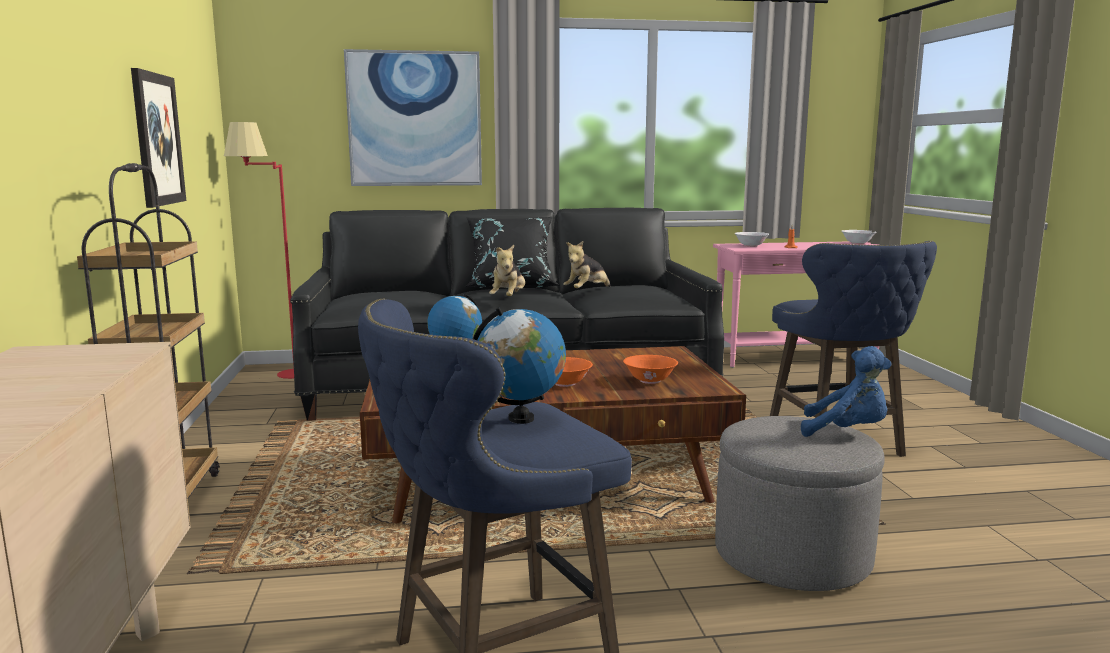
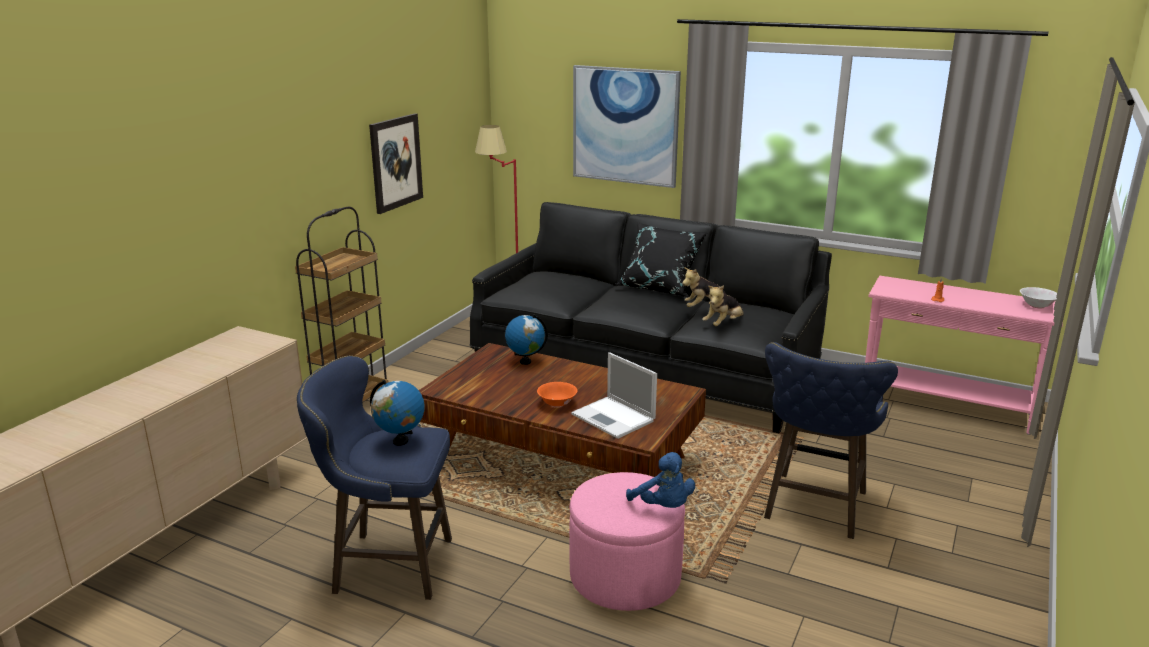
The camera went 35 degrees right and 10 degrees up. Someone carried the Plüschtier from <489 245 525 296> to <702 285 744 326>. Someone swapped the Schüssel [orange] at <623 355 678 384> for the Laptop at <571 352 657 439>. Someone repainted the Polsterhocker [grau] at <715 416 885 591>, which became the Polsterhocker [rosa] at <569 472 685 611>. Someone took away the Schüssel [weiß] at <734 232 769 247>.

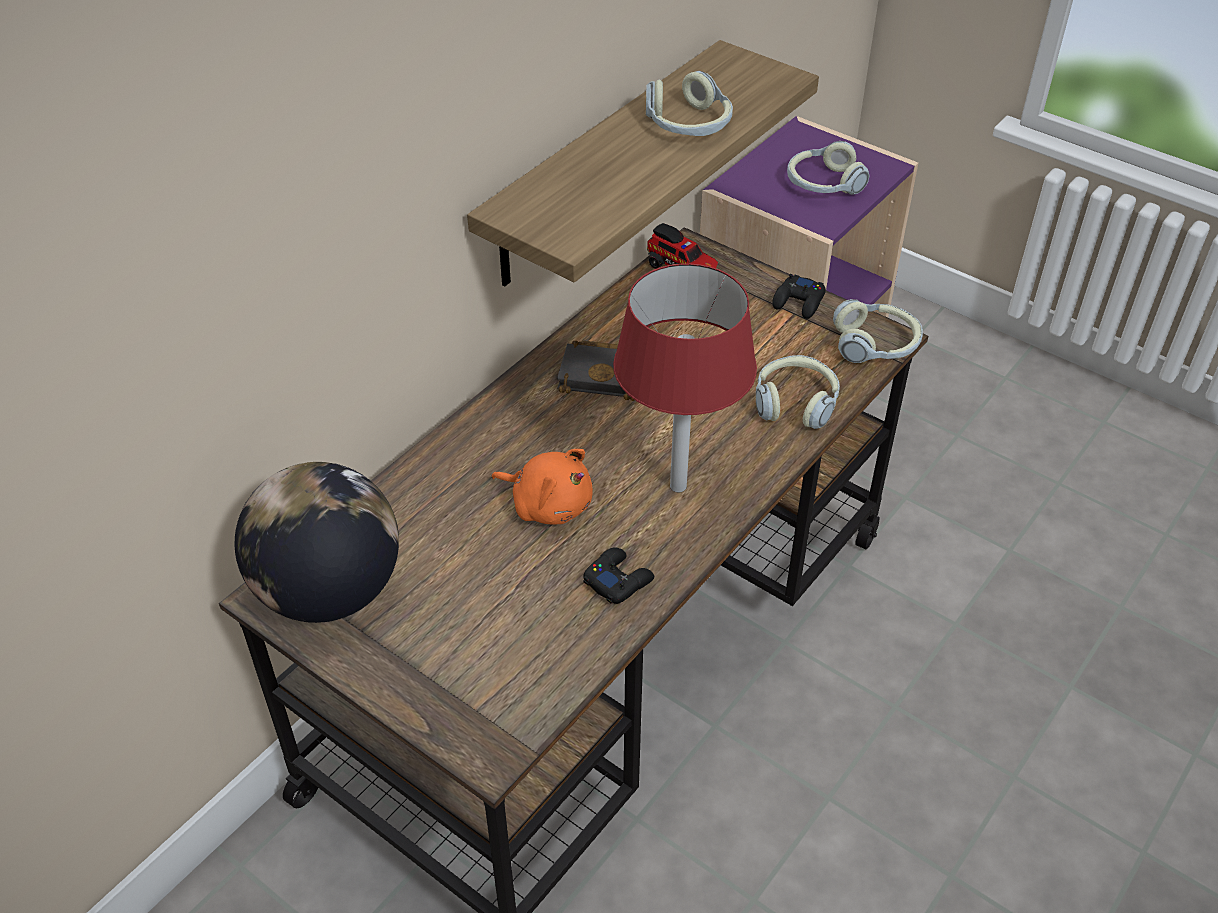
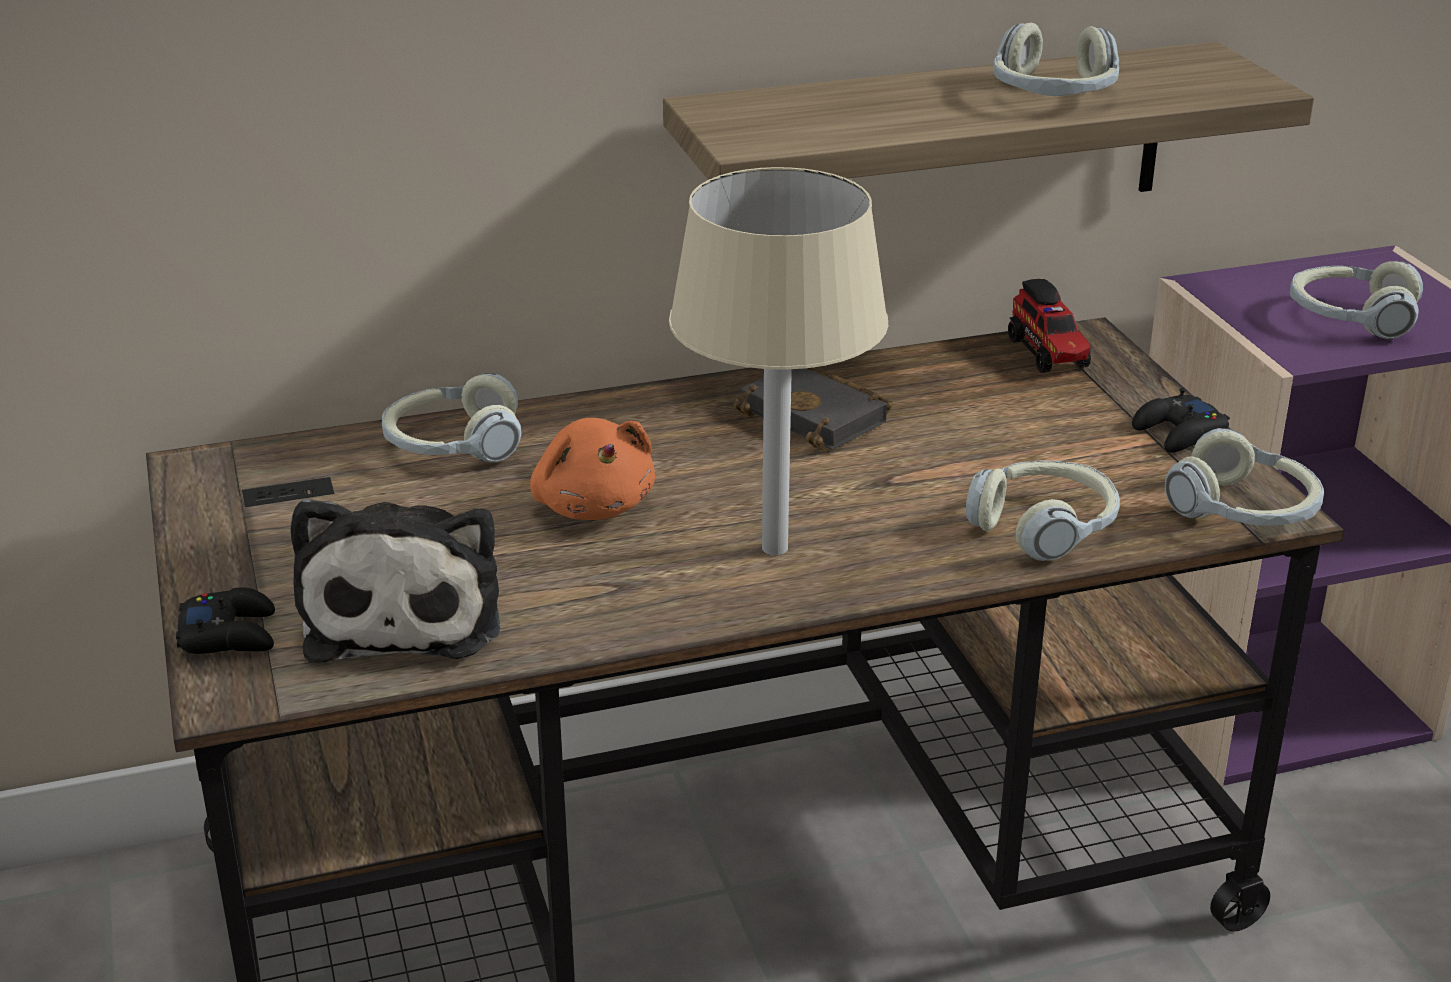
The camera went 35 degrees right and 15 degrees down. Someone took away the Globus at <235 462 399 623>. Someone carried the Gamepad [schwarz] from <583 547 654 604> to <176 588 275 654>. Someone repainted the Tischlampe [rot] at <613 263 757 492>, which became the Tischlampe [beige] at <669 167 888 555>. Someone put down the Plüschtier at <290 498 501 662>. Someone put down the Kopfhörer at <382 373 522 462>.

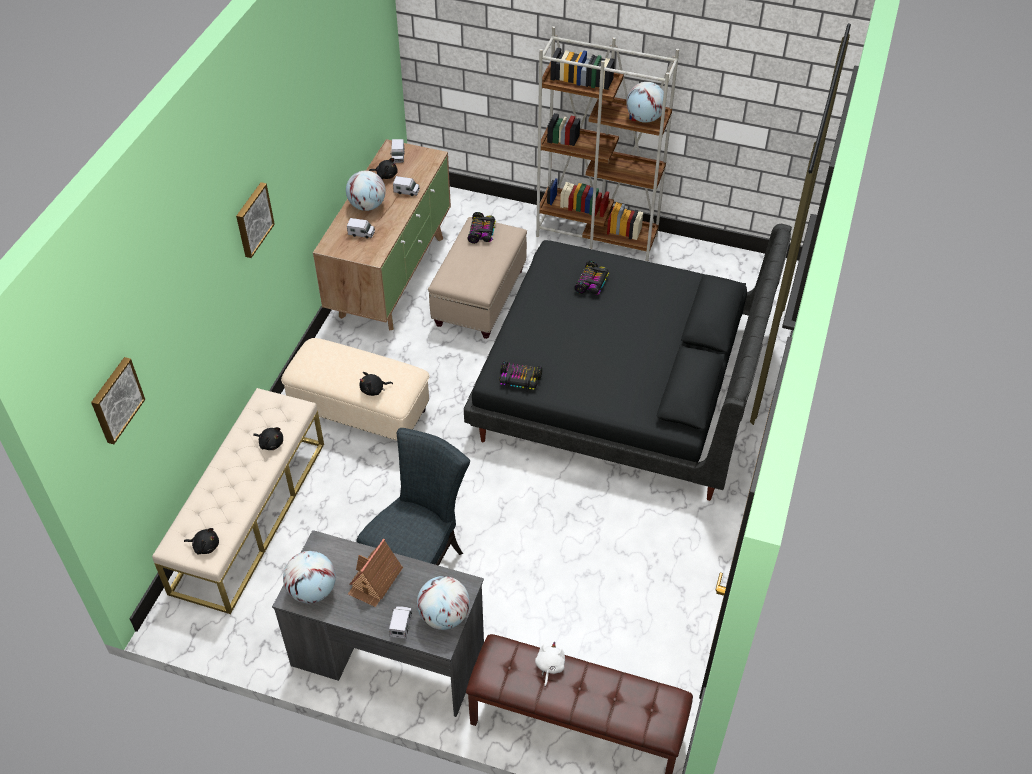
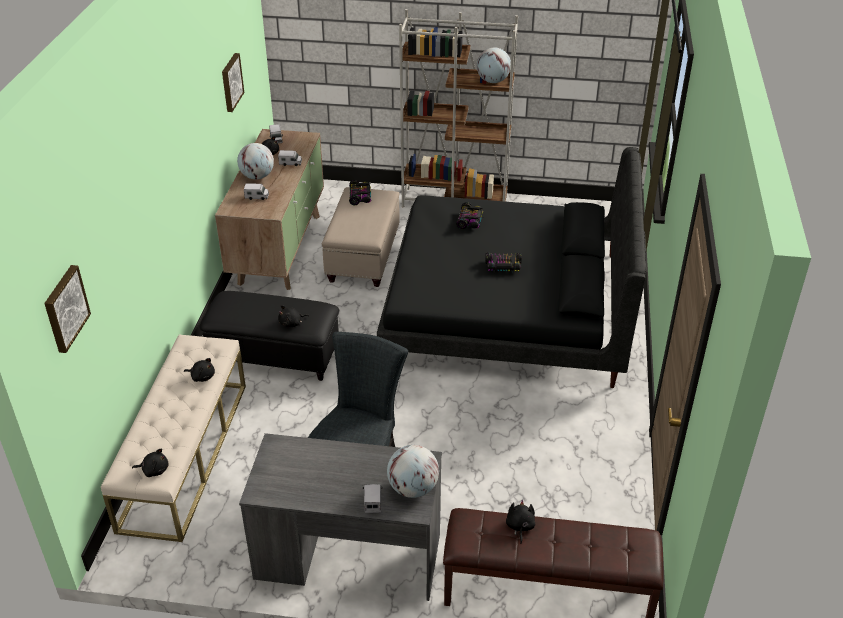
The camera went 10 degrees left and 10 degrees down. Someone carried the Bild from <236 182 275 258> to <222 53 244 112>. Someone repainted the Polsterhocker [beige] at <281 338 430 441>, which became the Polsterhocker [schwarz] at <199 291 339 381>. Someone took away the Globus at <283 551 336 603>. Someone took away the Spielzeughaus at <348 538 403 607>. Someone carried the Spielzeugauto from <499 361 542 391> to <485 252 522 275>. Someone repainted the Plüschtier [weiß] at <535 642 565 686>, which became the Plüschtier [schwarz] at <506 500 535 544>.

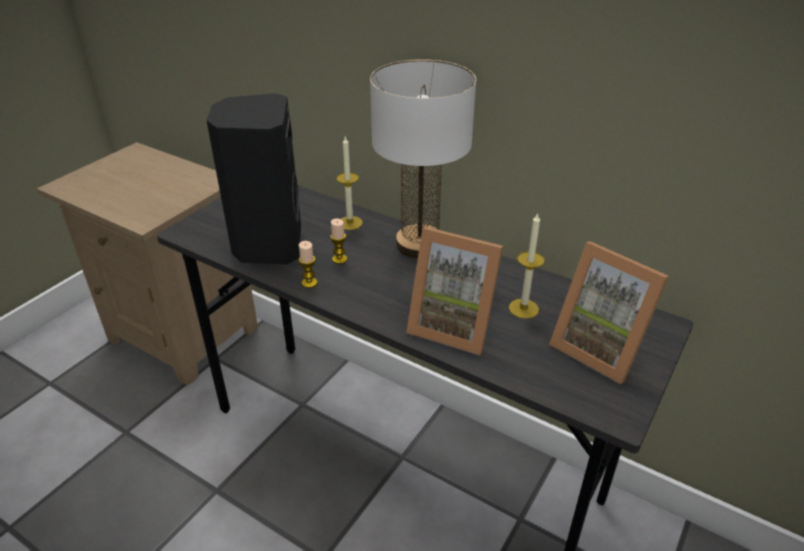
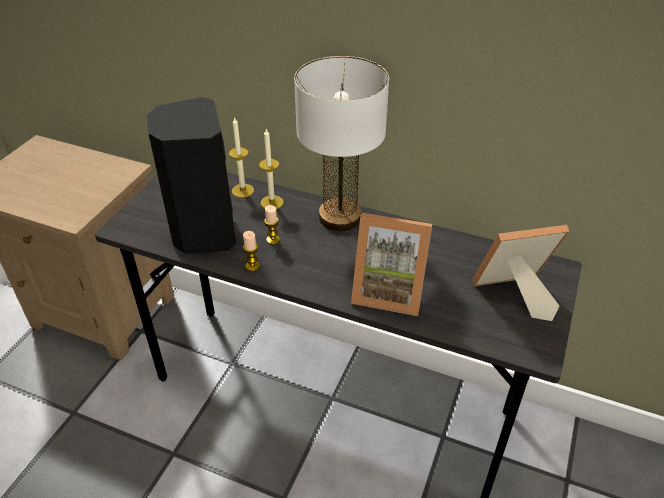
The camera went 10 degrees left and 5 degrees up. Someone carried the Kerze from <509 213 545 319> to <229 117 254 198>. Someone rotated the Bilderrahmen at <549 241 669 384> by 135 degrees clockwise.

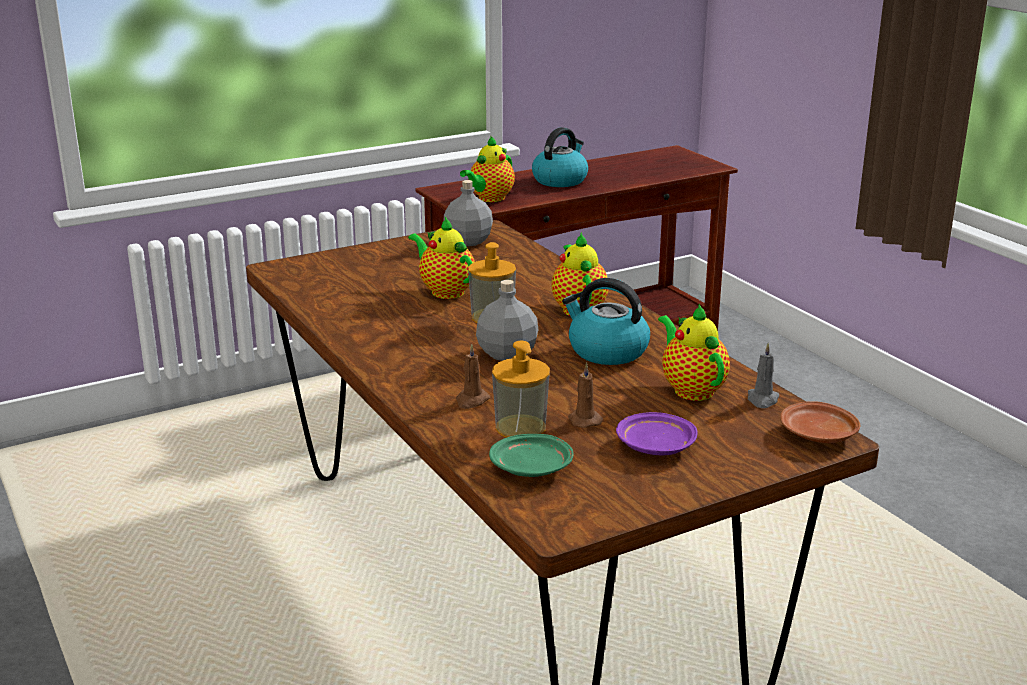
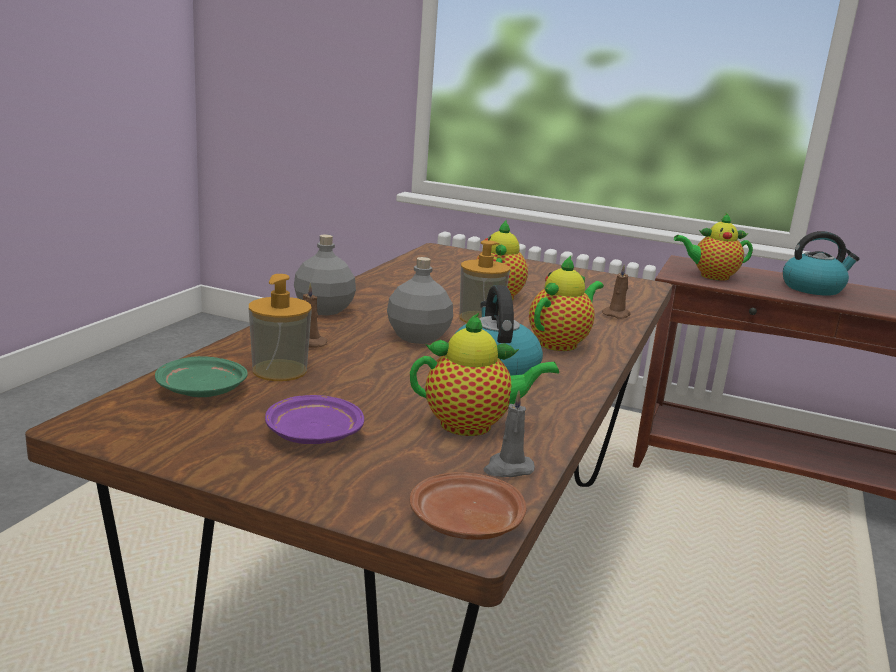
The camera went 50 degrees right and 5 degrees down. Someone carried the Flasche [grau] from <443 180 493 246> to <294 234 356 315>. Someone carried the Kerze [braun] from <568 363 603 428> to <602 264 631 319>. Someone rotated the Teekanne at <658 304 730 401> by 60 degrees clockwise.

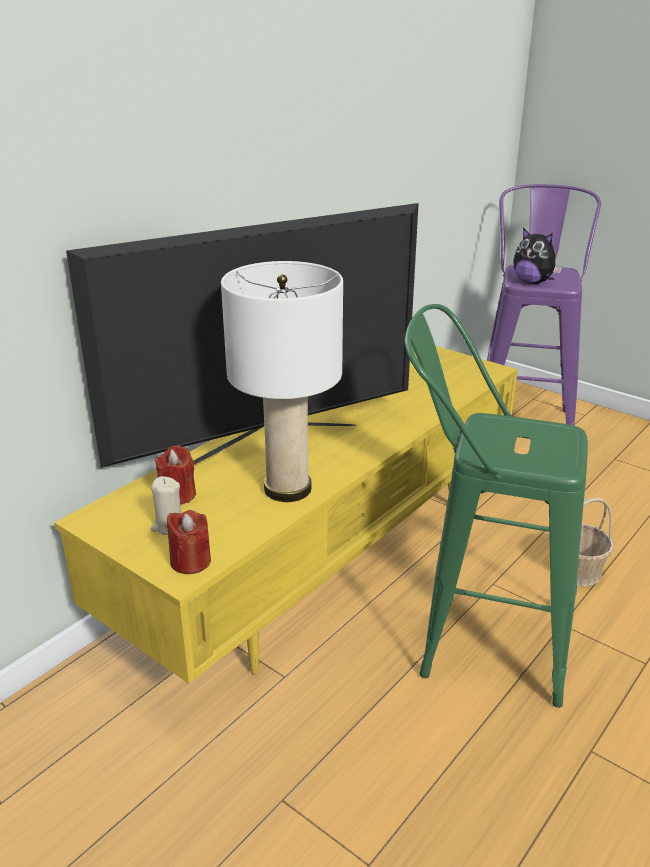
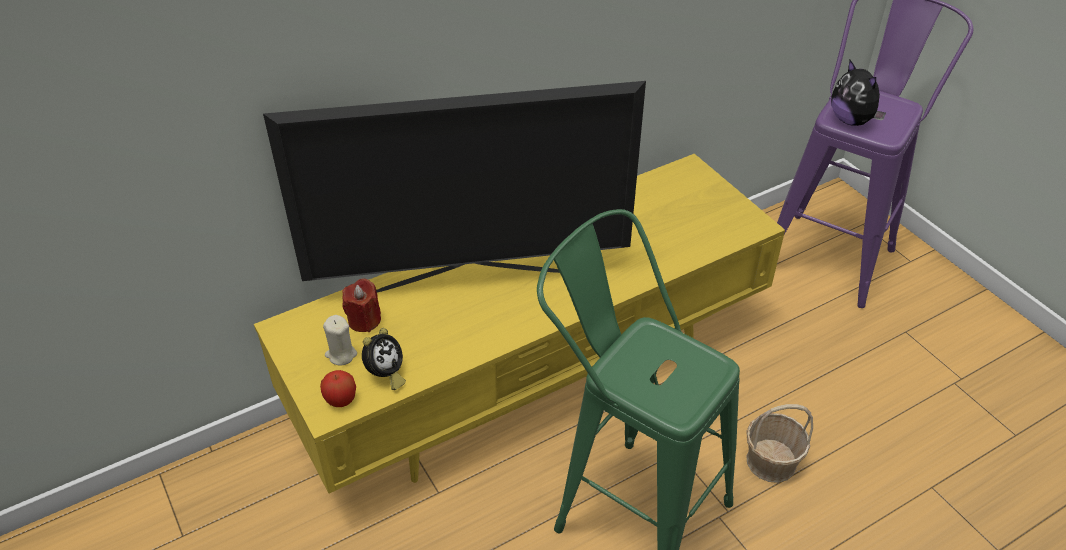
The camera went 20 degrees right and 15 degrees up. Someone swapped the Kerze [rot] at <167 510 211 574> for the Apfel at <320 370 356 407>. Someone took away the Tischlampe [weiß] at <221 261 343 502>. Someone put down the Wecker at <362 328 406 390>.

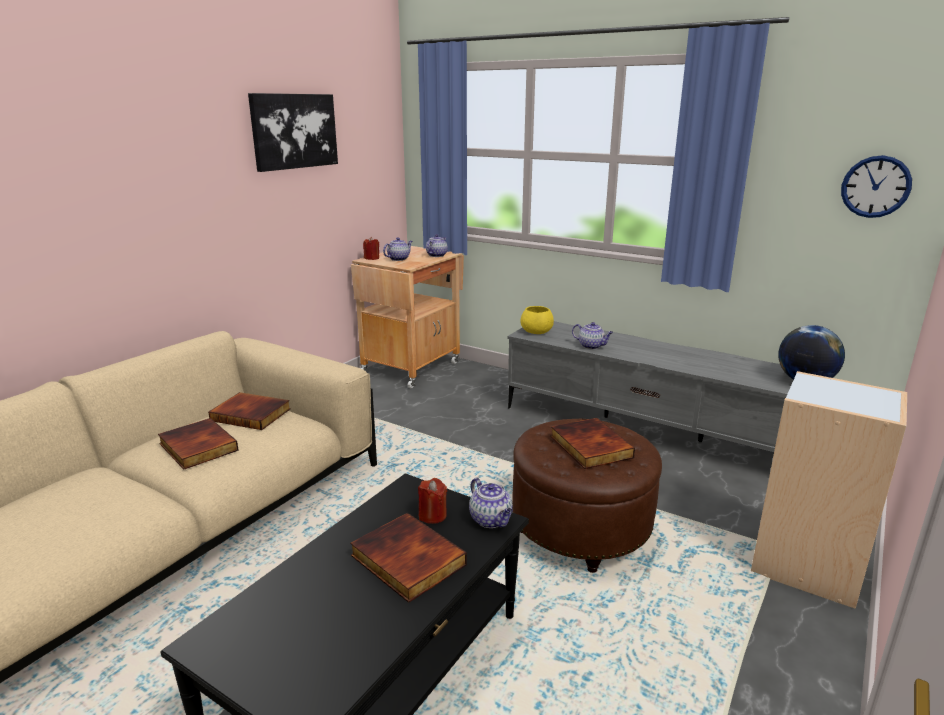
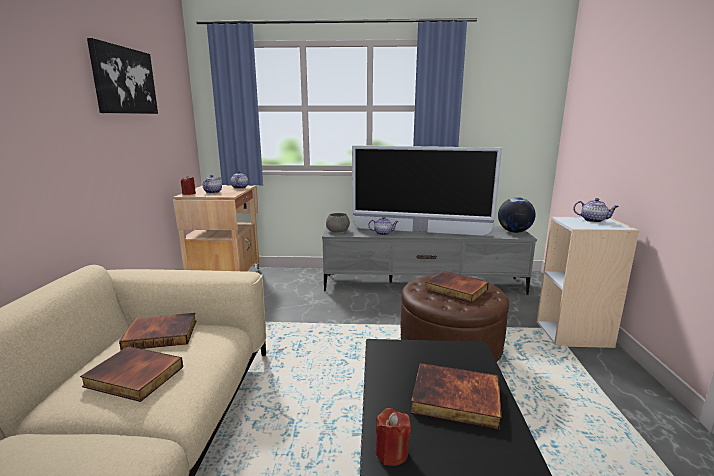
The camera went 30 degrees left and 5 degrees down. Someone carried the Kerze [rot] from <418 478 447 524> to <375 408 411 466>. Someone carried the Teekanne from <469 478 513 528> to <573 198 619 223>. Someone repainted the Schüssel [gelb] at <521 306 554 334>, which became the Schüssel [grau] at <326 213 350 233>. Someone took away the Wanduhr at <841 155 912 218>. Someone put down the Fernseher at <352 145 502 236>.

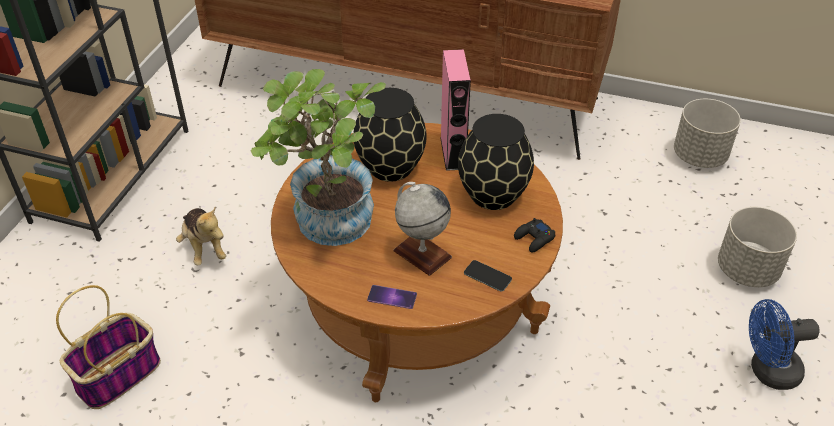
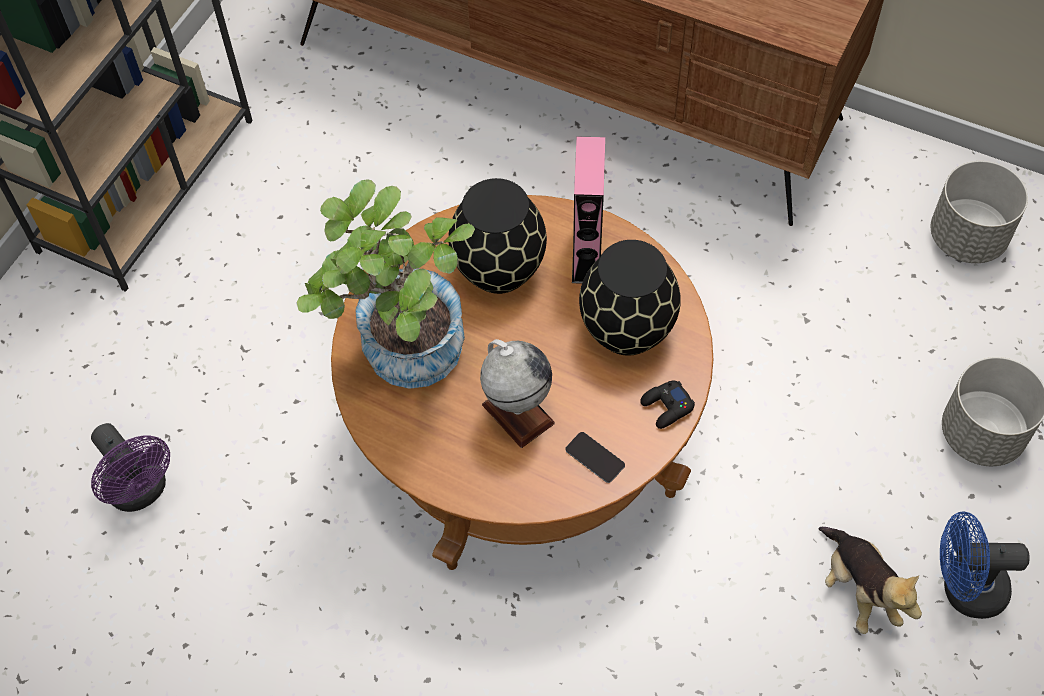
The camera went 10 degrees right and 15 degrees up. Someone swapped the Korb at <56 285 161 409> for the Ventilator [lila] at <91 423 170 512>. Someone carried the Plüschtier from <176 207 226 266> to <818 527 922 634>. Someone took away the Handy at <367 285 417 309>.

